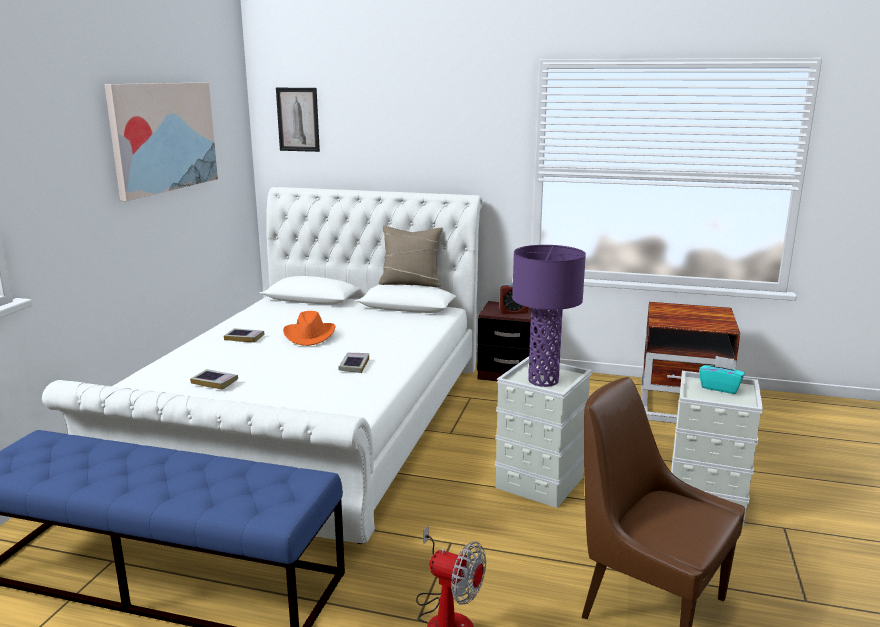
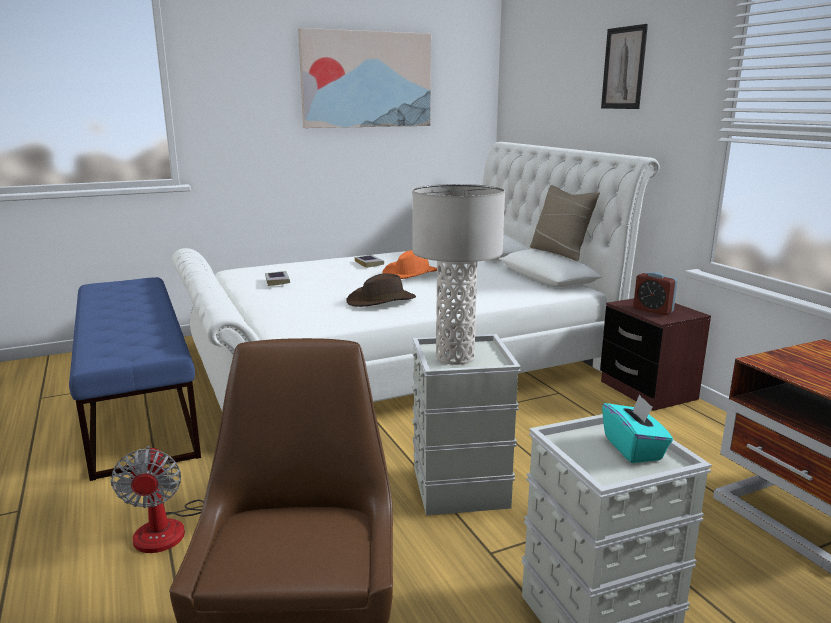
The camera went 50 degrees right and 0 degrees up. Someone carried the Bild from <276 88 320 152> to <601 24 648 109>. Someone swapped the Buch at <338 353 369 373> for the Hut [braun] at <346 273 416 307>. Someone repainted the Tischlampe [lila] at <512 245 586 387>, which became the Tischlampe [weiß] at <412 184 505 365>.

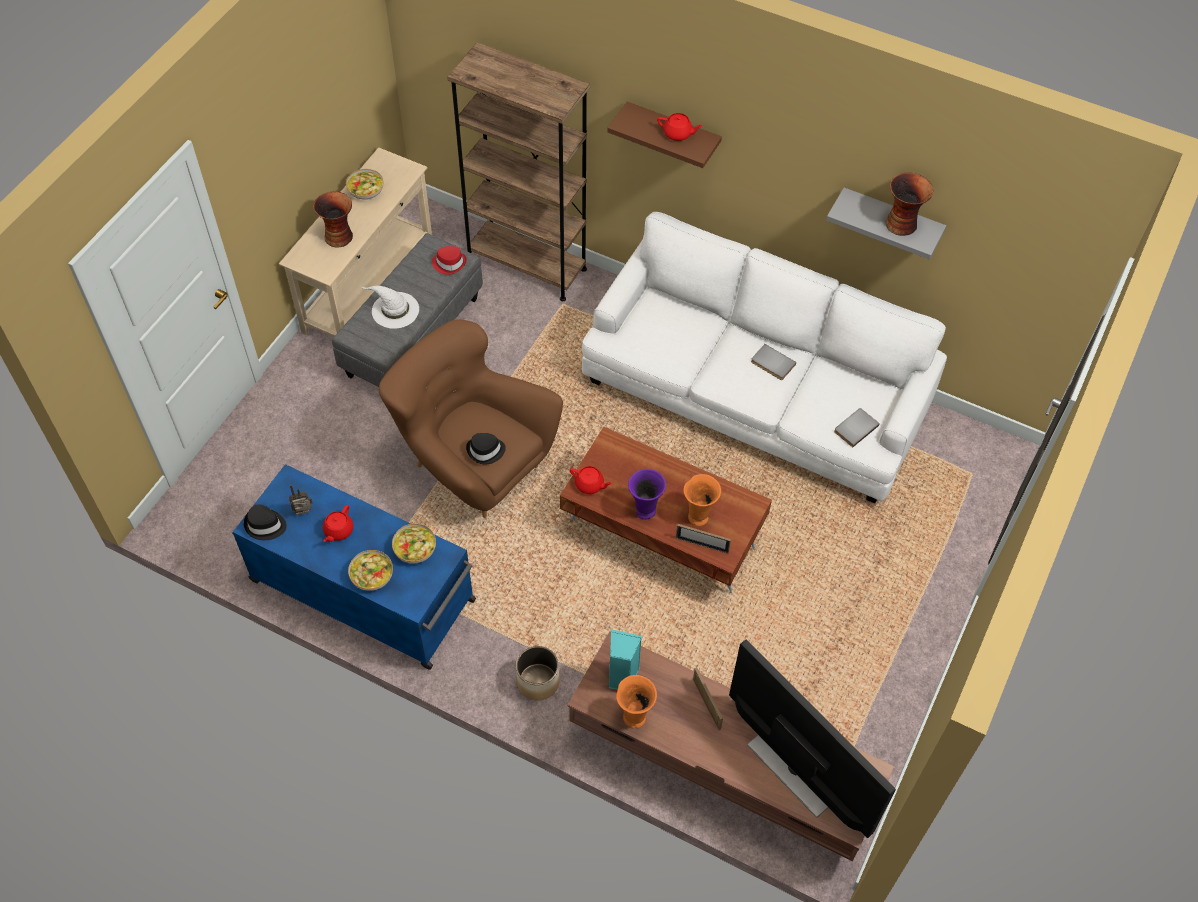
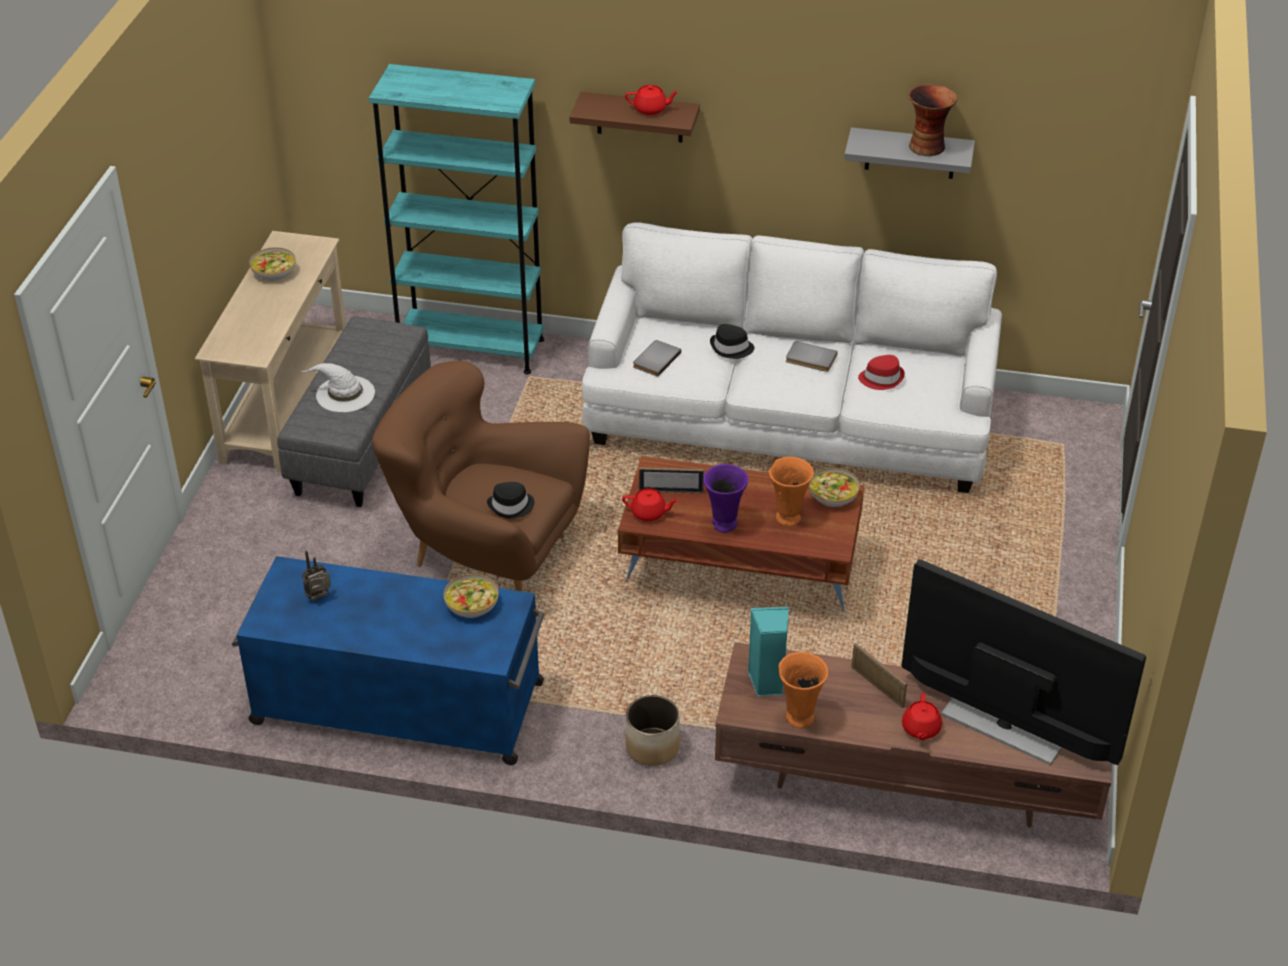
The camera went 15 degrees left and 15 degrees down. Someone carried the Hut [schwarz] from <244 504 287 540> to <710 324 754 359>. Someone took away the Vase at <313 191 353 248>. Someone carried the Teekanne [rot] from <323 505 354 542> to <902 693 942 740>. Someone carried the Schüssel from <348 550 393 591> to <809 468 860 507>. Someone carried the Hut [rot] from <432 246 467 275> to <858 355 905 390>. Someone repainted the Bücherregal [braun] at <447 42 590 301>, which became the Bücherregal [türkis] at <369 64 544 374>. Someone carried the Bilderrahmen from <676 524 731 554> to <639 467 704 493>. Someone carried the Buch [grau] from <834 408 880 447> to <633 340 681 377>.

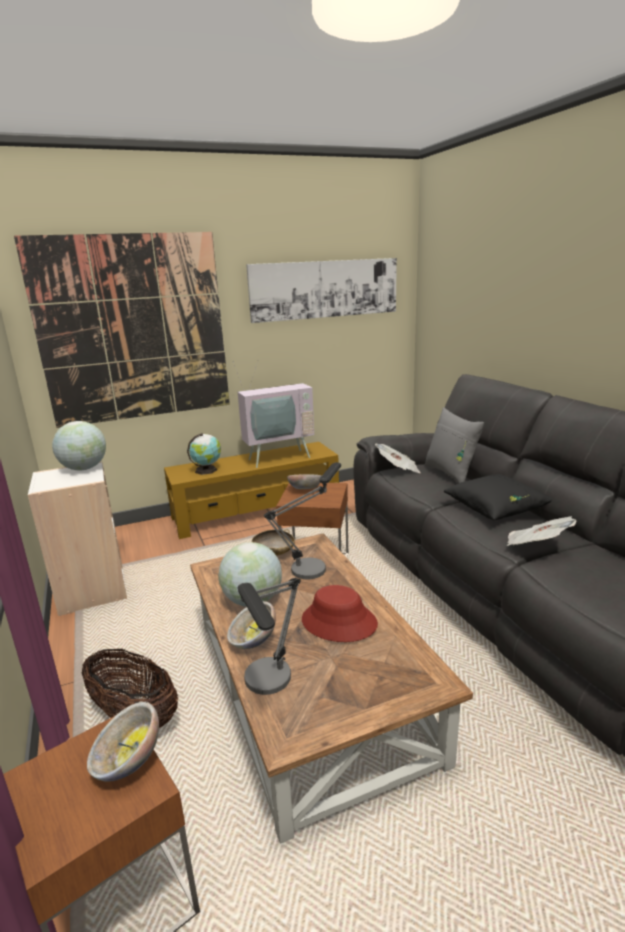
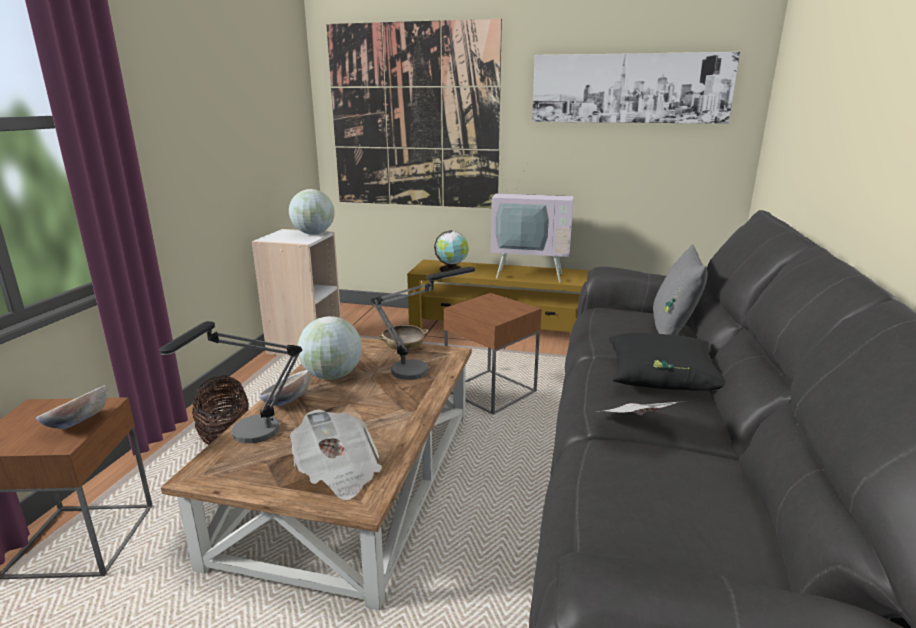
The camera went 35 degrees right and 0 degrees up. Someone took away the Schüssel at <287 474 322 489>. Someone took away the Hut [rot] at <302 585 378 642>. Someone carried the Zeitung from <375 444 420 473> to <290 409 382 500>.

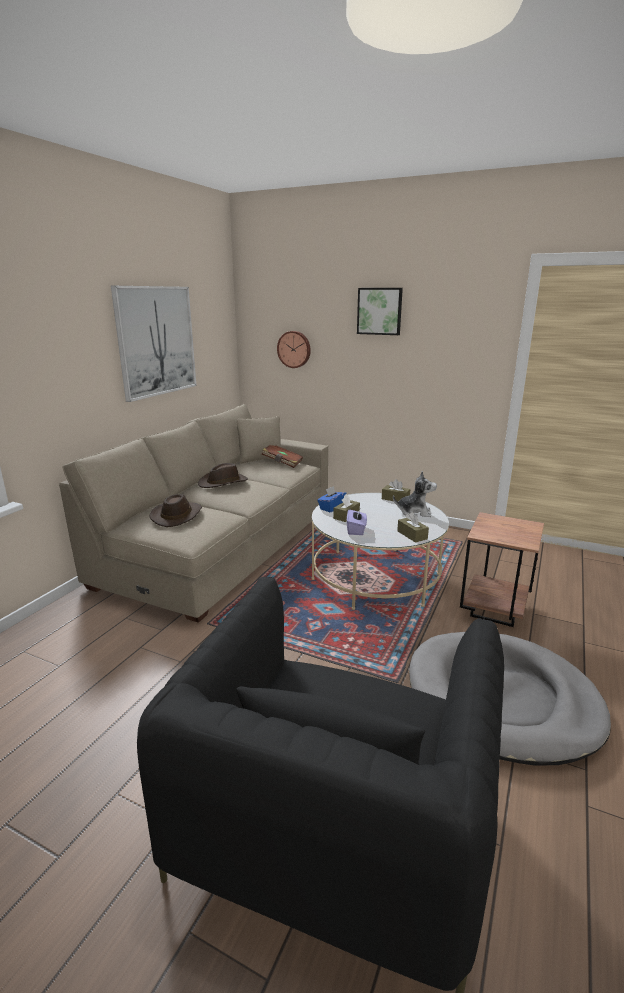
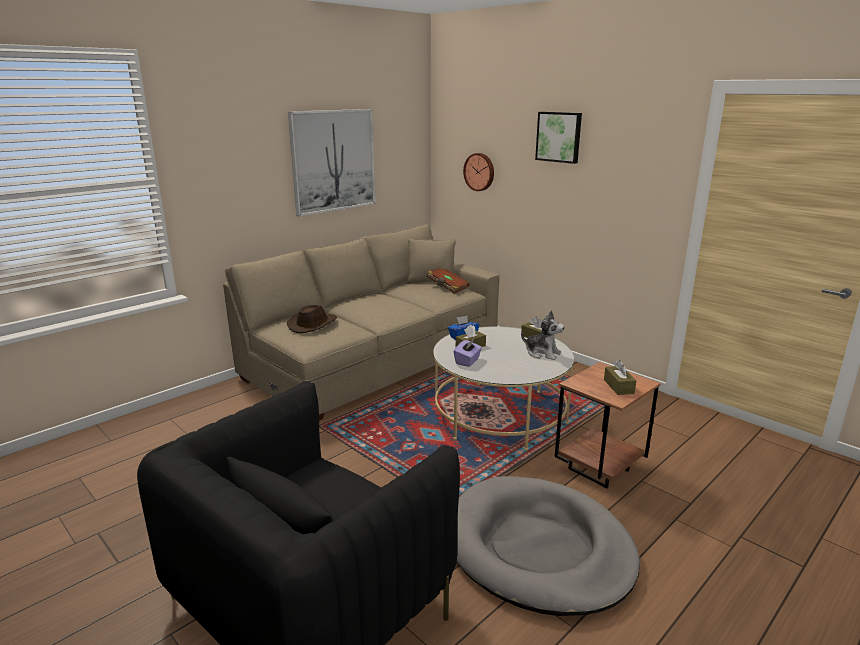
The camera went 20 degrees right and 0 degrees up. Someone took away the Hut [braun] at <198 463 248 488>. Someone carried the Taschentuchbox [braun] from <397 512 429 542> to <604 360 636 395>.

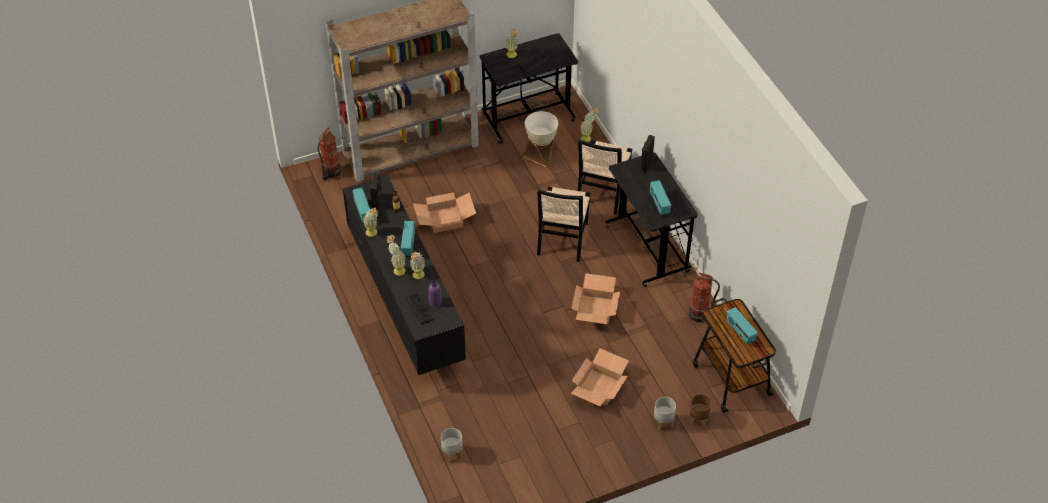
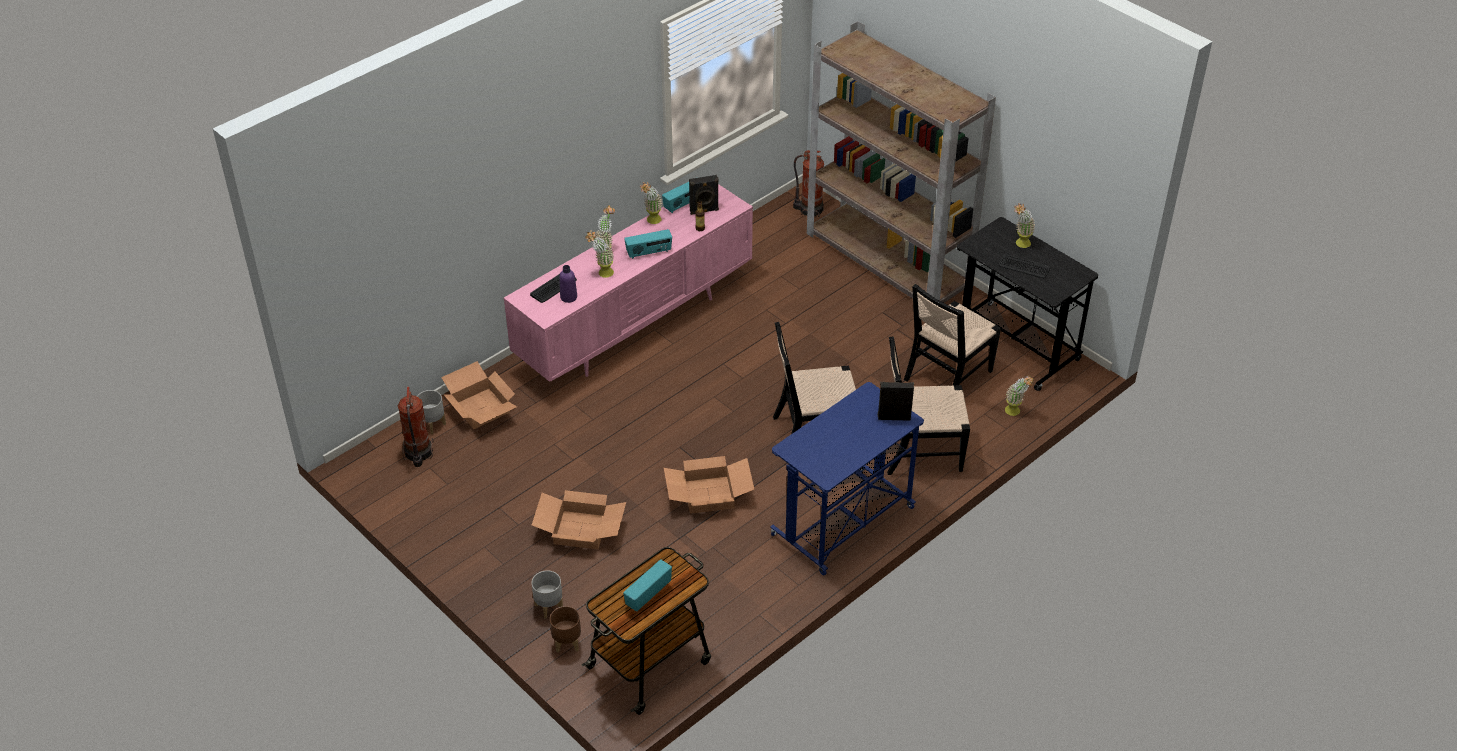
The camera went 70 degrees right and 5 degrees down. Someone repainted the Schrank [schwarz] at <343 175 466 375>, which became the Schrank [rosa] at <504 184 753 382>. Someone carried the Karton from <413 192 476 233> to <441 361 517 429>. Someone swapped the Pflanzkübel at <522 111 558 168> for the Stuhl at <904 284 1001 385>. Someone repainted the Schreibtisch [schwarz] at <605 152 698 287>, which became the Schreibtisch [blau] at <770 382 924 575>. Someone took away the Radio at <650 180 671 215>. Someone carried the Feuerlöscher from <689 273 720 323> to <398 386 433 467>.

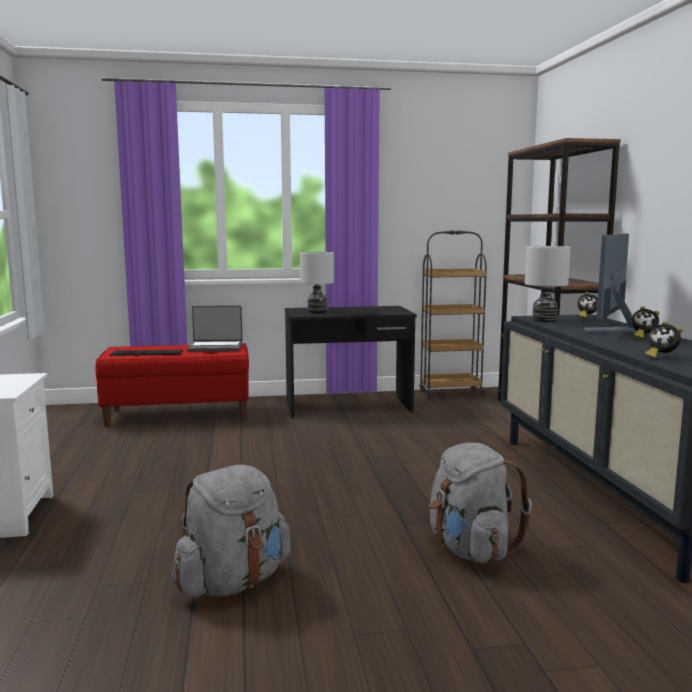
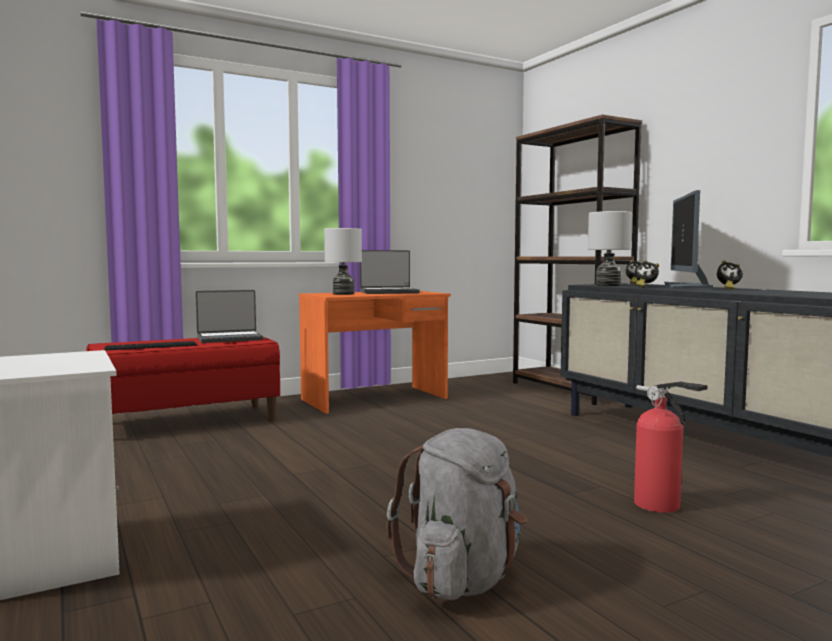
The camera went 20 degrees left and 5 degrees down. Someone repainted the Schreibtisch [schwarz] at <285 306 417 418>, which became the Schreibtisch [orange] at <299 291 451 414>. Someone took away the Rollwagen [braun] at <419 230 489 399>. Someone swapped the Rucksack [grau] at <429 443 532 563> for the Feuerlöscher at <634 382 708 513>. Someone carried the Wecker from <645 321 683 359> to <635 260 659 287>. Someone put down the Laptop at <360 250 420 294>.

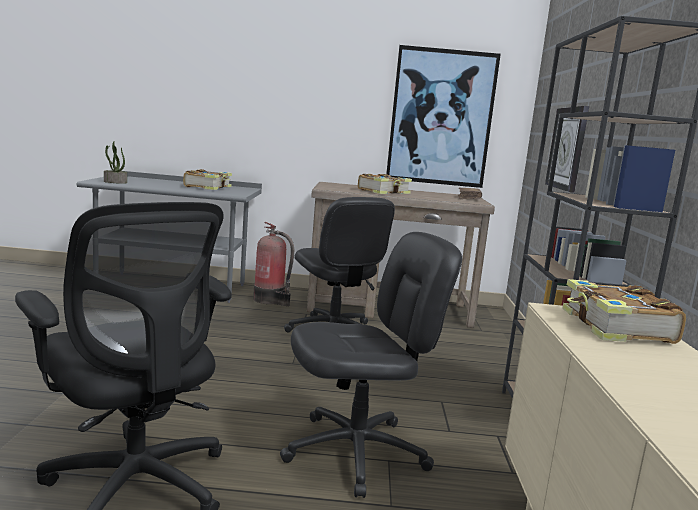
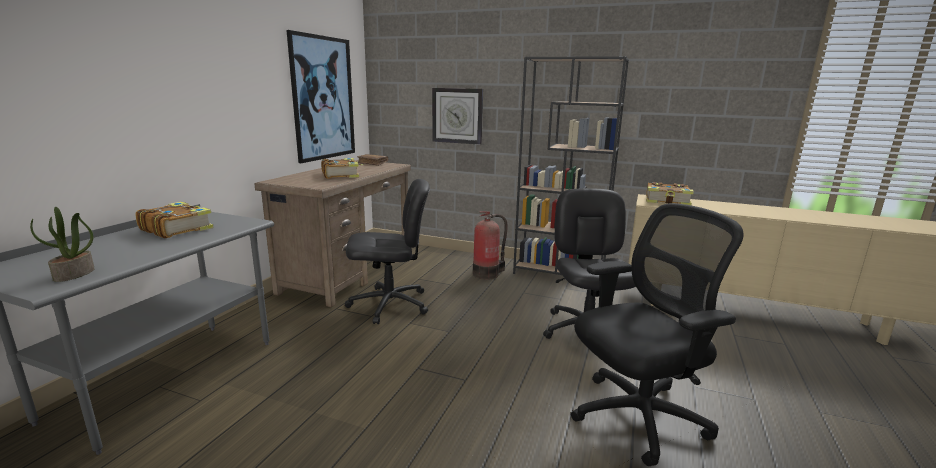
The camera went 70 degrees left and 5 degrees up. Someone carried the Feuerlöscher from <253 222 294 306> to <473 211 508 280>.

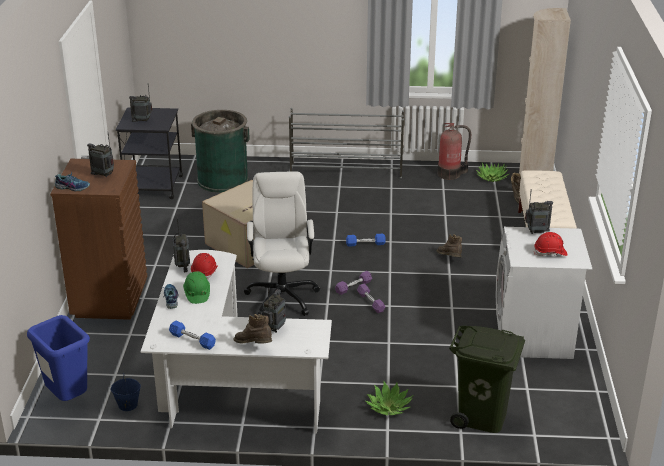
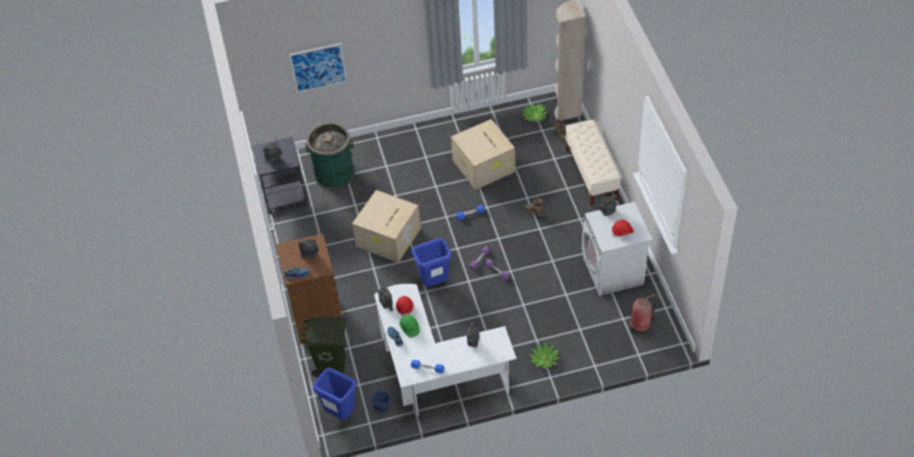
The camera went 15 degrees left and 20 degrees up. Someone took away the Stiefel [braun] at <234 314 272 344>. Someone swapped the Bürostuhl [weiß] at <244 172 320 316> for the Mülleimer [blau] at <412 238 452 287>. Someone took away the Schuhregal [grau] at <289 108 404 178>. Someone carried the Feuerlöscher from <438 123 471 180> to <630 294 657 337>. Someone carried the Mülleimer [grün] from <449 326 525 433> to <301 317 346 377>. Someone put up the Bild at <289 43 348 93>. Someone put down the Karton at <451 119 516 190>.

